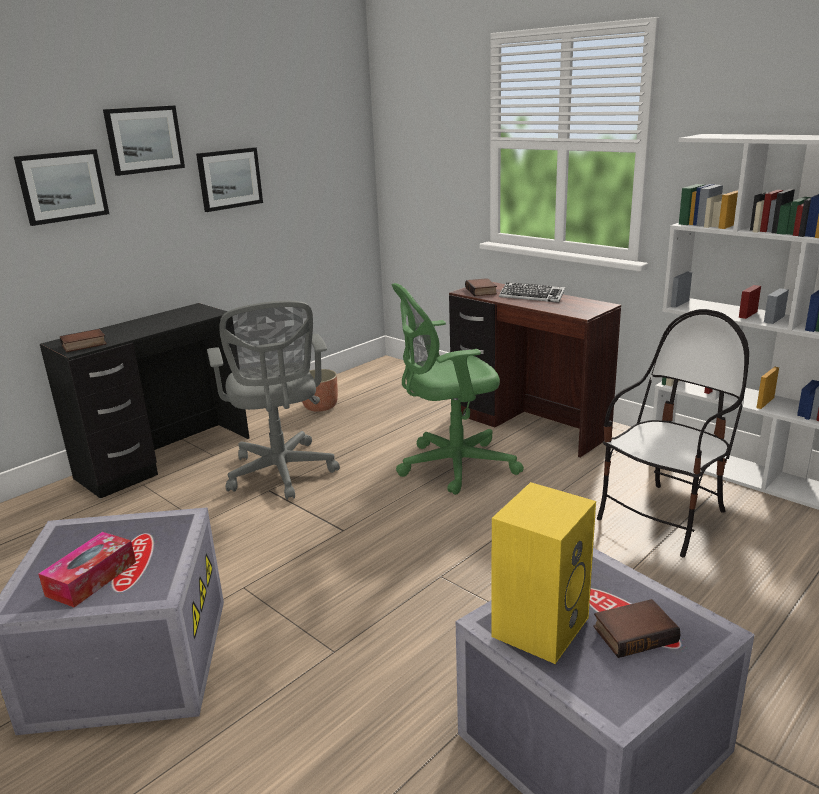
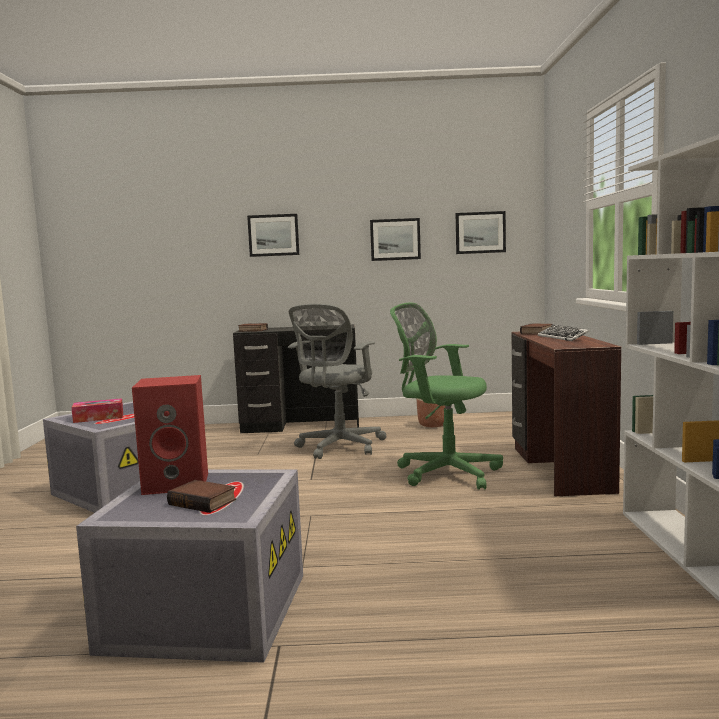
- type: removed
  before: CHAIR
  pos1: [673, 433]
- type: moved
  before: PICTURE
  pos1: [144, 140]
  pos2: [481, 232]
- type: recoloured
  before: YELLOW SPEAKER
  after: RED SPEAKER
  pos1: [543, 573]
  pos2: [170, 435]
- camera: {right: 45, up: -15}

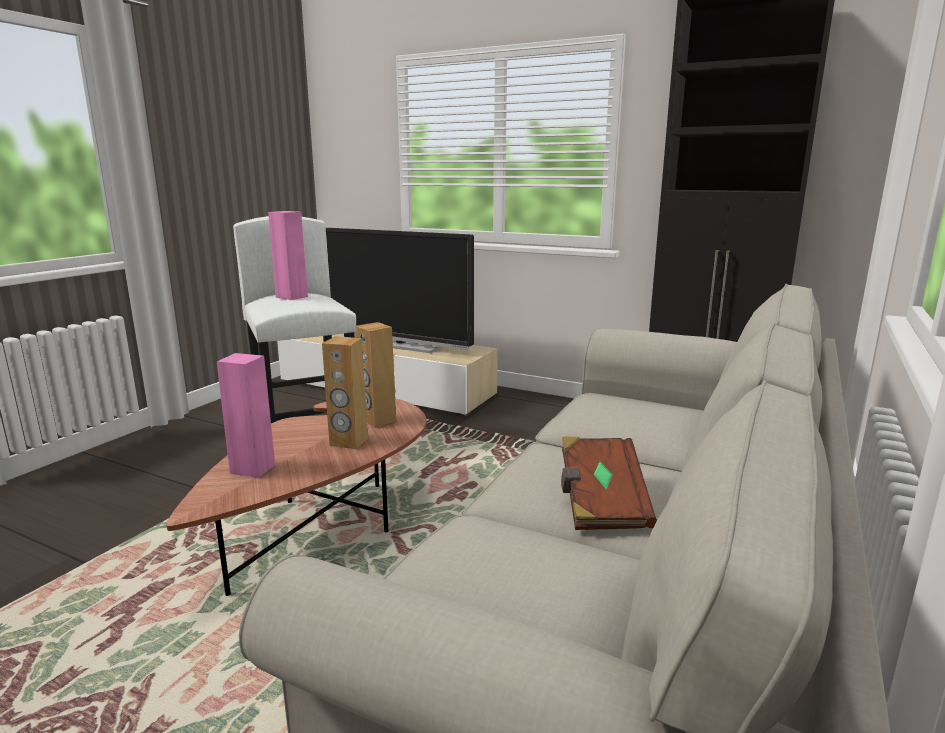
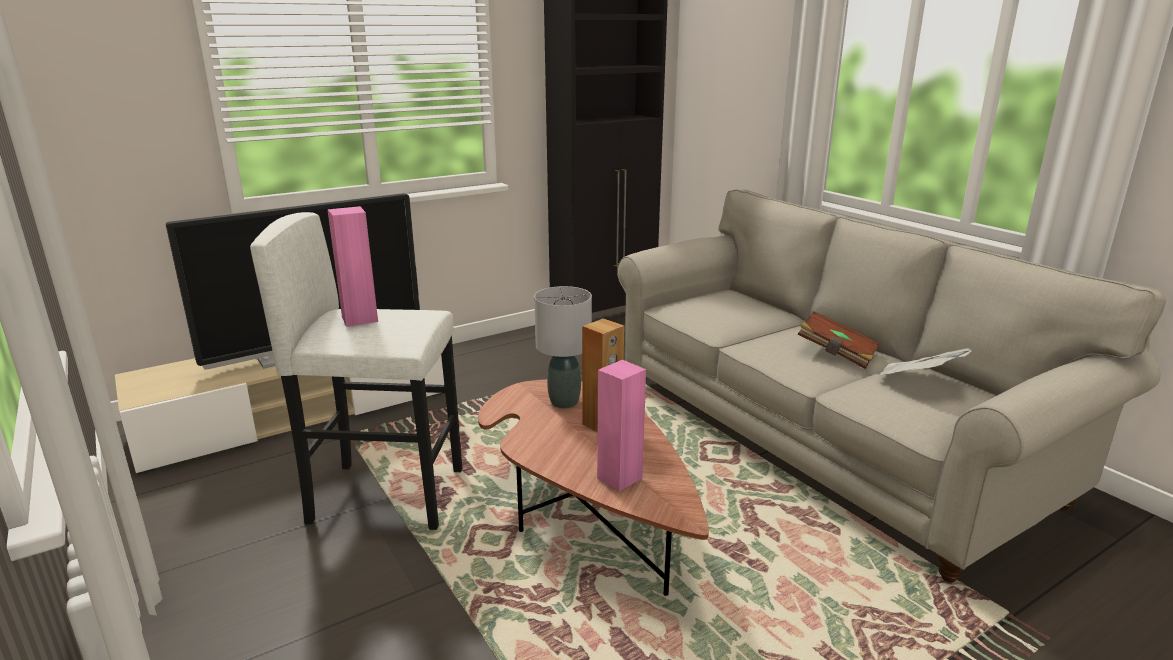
- type: added
  after: NEWSPAPER
  pos2: [924, 362]
- type: replaced
  before: BROWN SPEAKER
  after: GREY TABLE LAMP
  pos1: [376, 375]
  pos2: [563, 347]
- camera: {right: -60, up: 5}

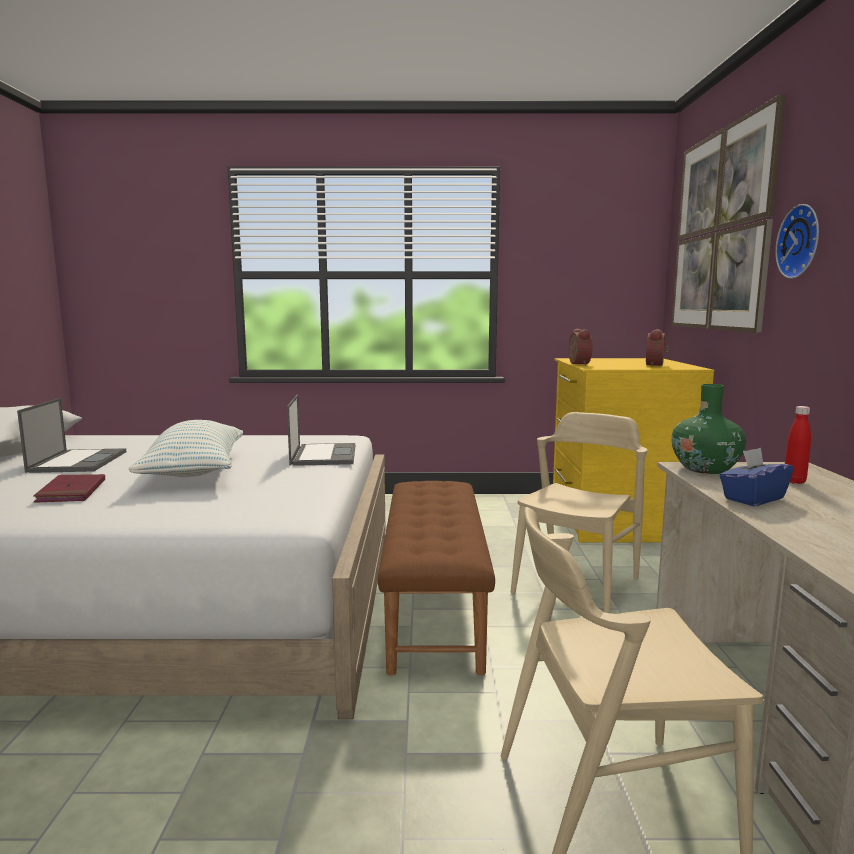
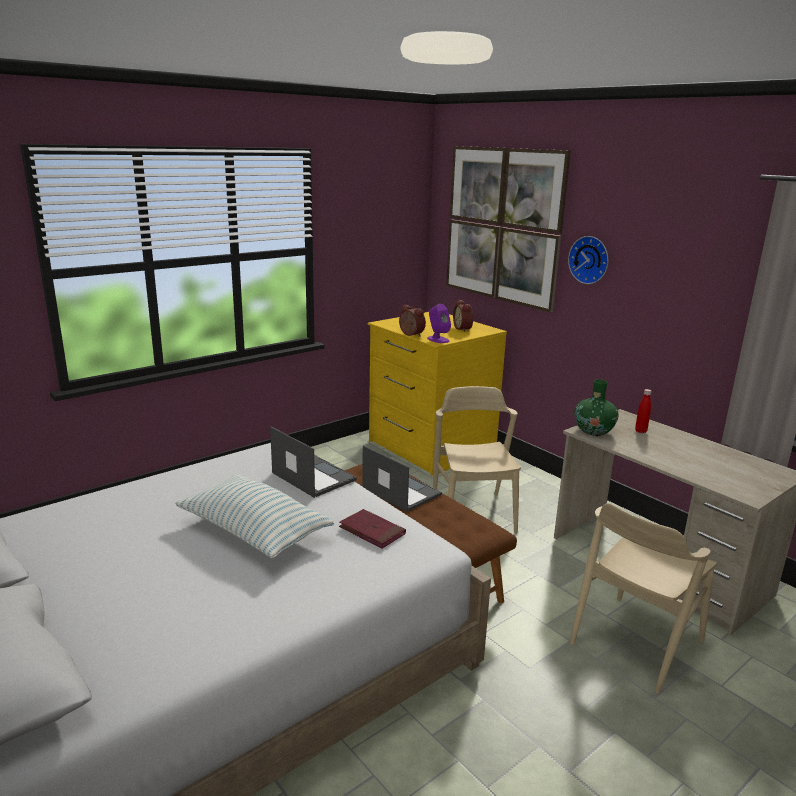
- type: removed
  before: BLUE TISSUE BOX
  pos1: [756, 477]
- type: added
  after: PURPLE SPEAKER
  pos2: [439, 323]
- type: moved
  before: LAPTOP
  pos1: [71, 435]
  pos2: [402, 478]
- type: moved
  before: RED BOOK
  pos1: [69, 488]
  pos2: [372, 529]
- camera: {right: -40, up: 10}

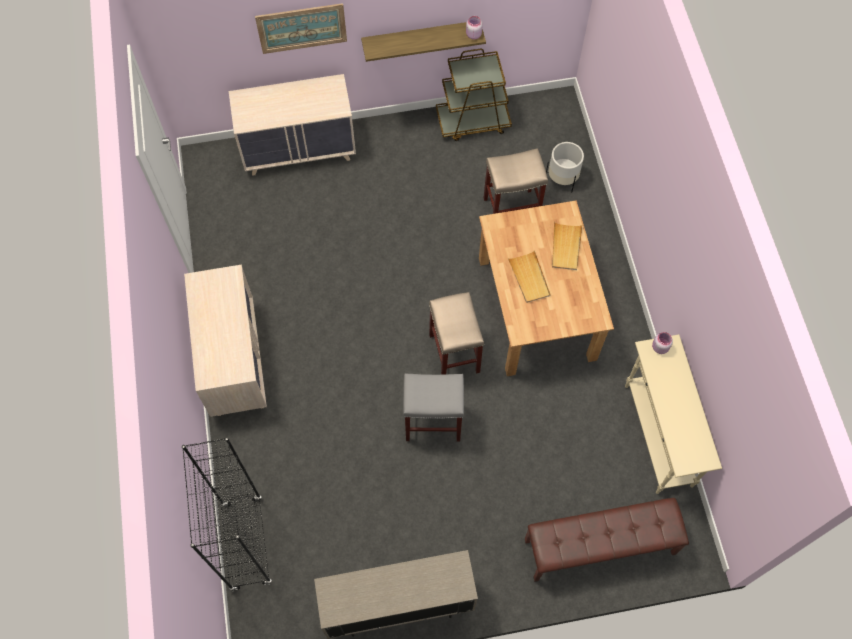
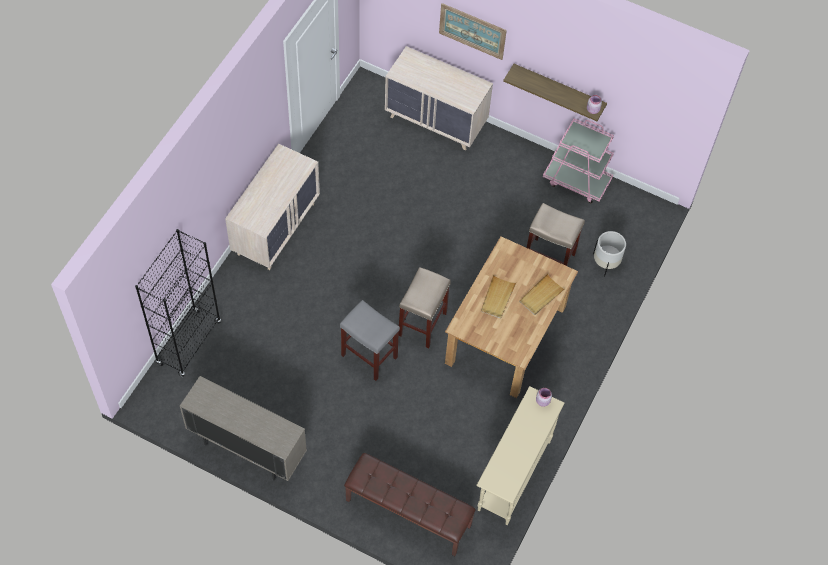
- type: recoloured
  before: BROWN CART
  after: PINK CART
  pos1: [474, 95]
  pos2: [578, 160]
- camera: {right: 35, up: -5}

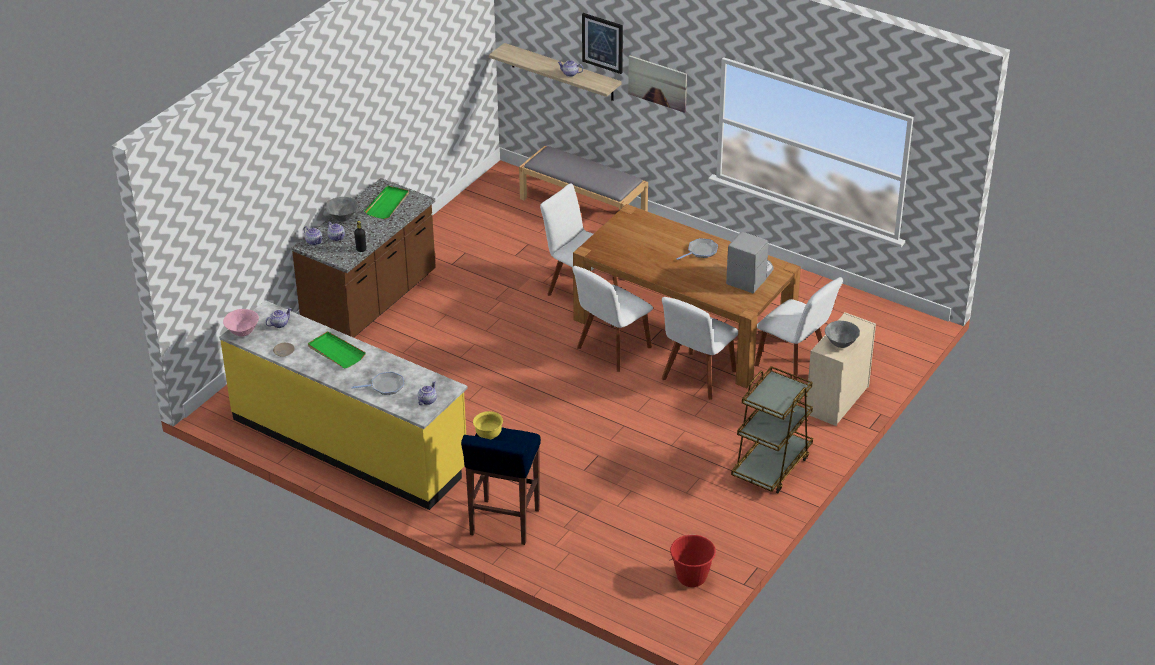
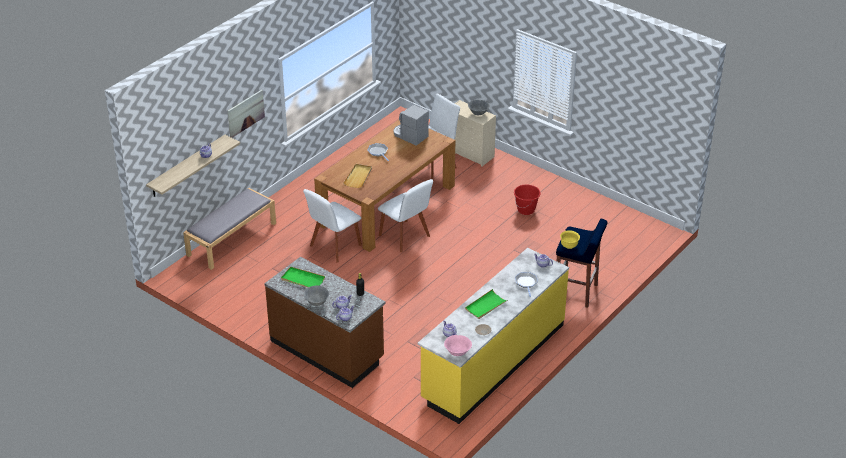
- type: removed
  before: PICTURE
  pos1: [602, 43]
- type: removed
  before: WHITE CHAIR
  pos1: [700, 348]
- type: removed
  before: BROWN CART
  pos1: [772, 429]
- type: added
  after: BEIGE TRAY
  pos2: [357, 176]
- type: moved
  before: RED BUCKET
  pos1: [692, 561]
  pos2: [527, 200]
- camera: {right: -85, up: 0}

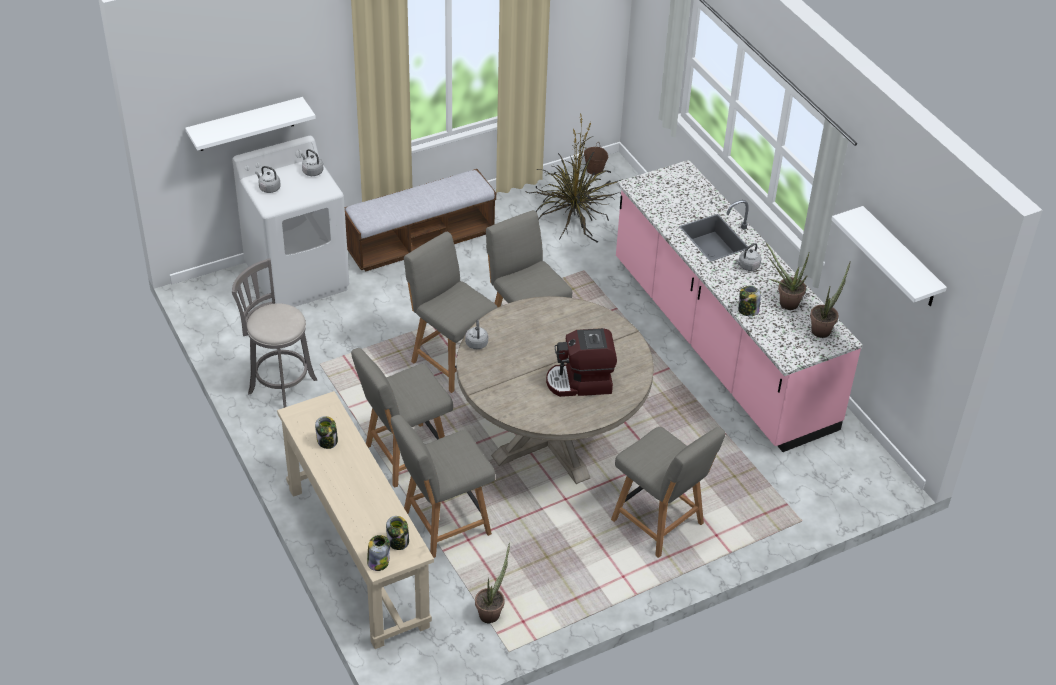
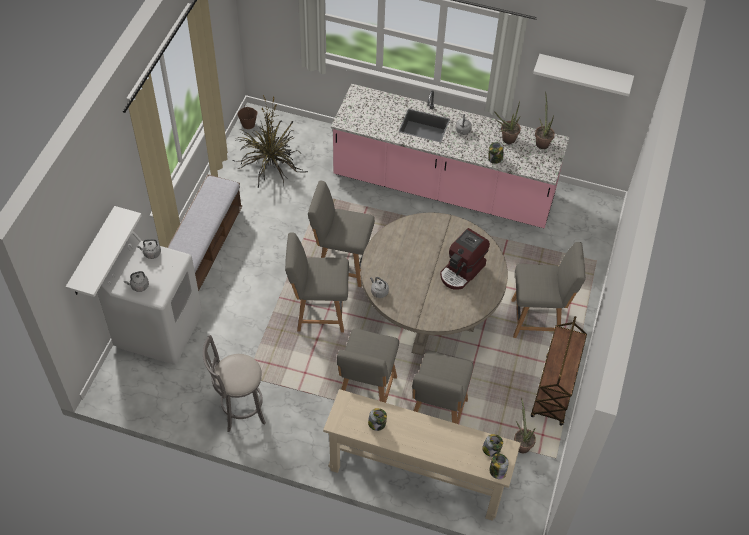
- type: added
  after: BROWN CART
  pos2: [559, 371]
- camera: {right: -45, up: 10}

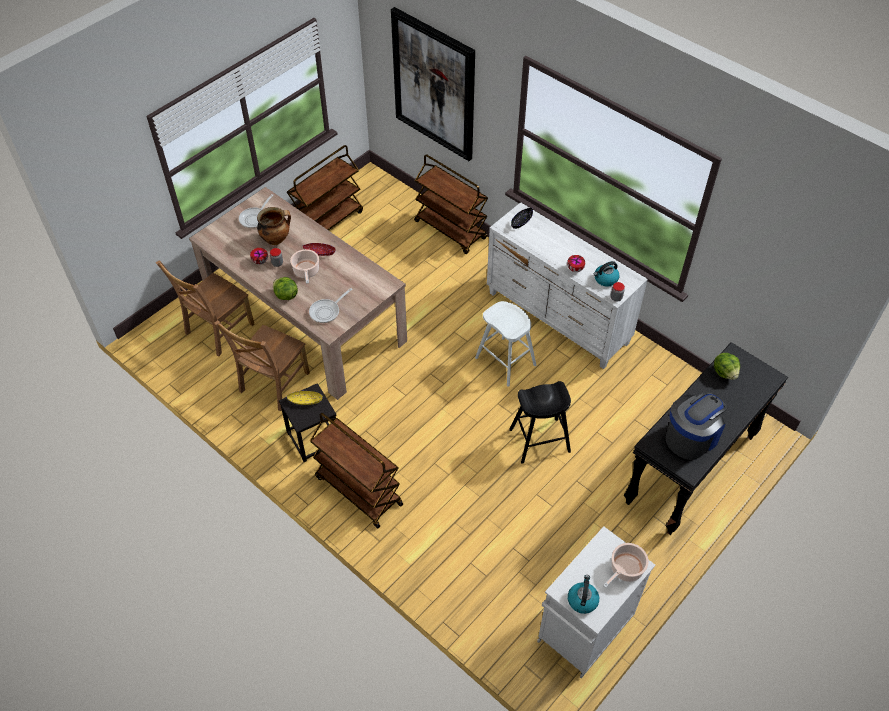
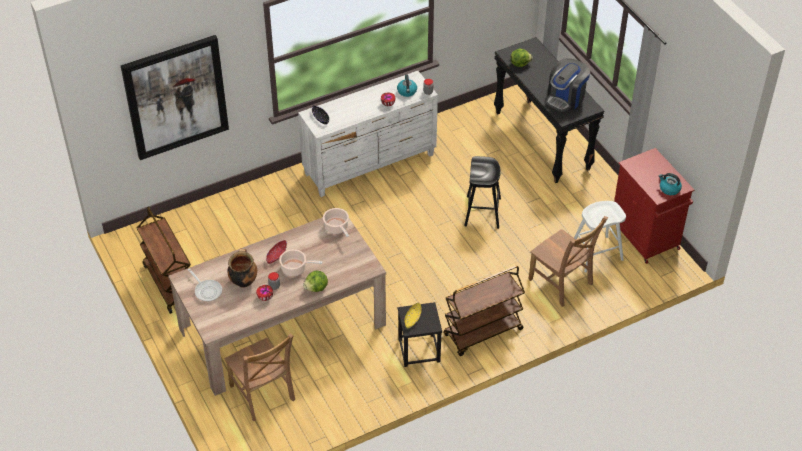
- type: removed
  before: FRYING PAN
  pos1: [330, 305]
- type: removed
  before: BROWN CART
  pos1: [451, 204]
- type: moved
  before: BROWN CHAIR
  pos1: [262, 365]
  pos2: [568, 261]
- type: moved
  before: WHITE STOOL
  pos1: [505, 344]
  pos2: [600, 236]
- type: moved
  before: COOKING POT
  pos1: [626, 565]
  pos2: [336, 222]
- type: recoloured
  before: WHITE CABINET
  after: RED CABINET
  pos1: [596, 602]
  pos2: [654, 206]
- type: turned
  before: COFFEE MACHINE
  pos1: [696, 426]
  pos2: [568, 85]
  turn: -120
- camera: {right: -70, up: -5}

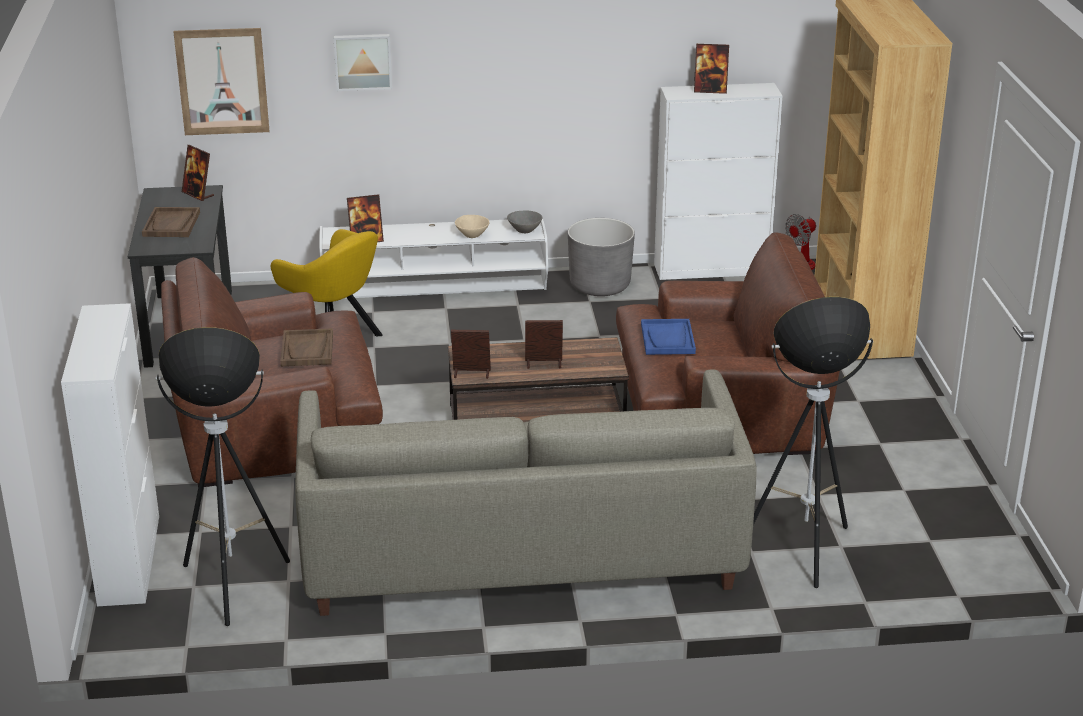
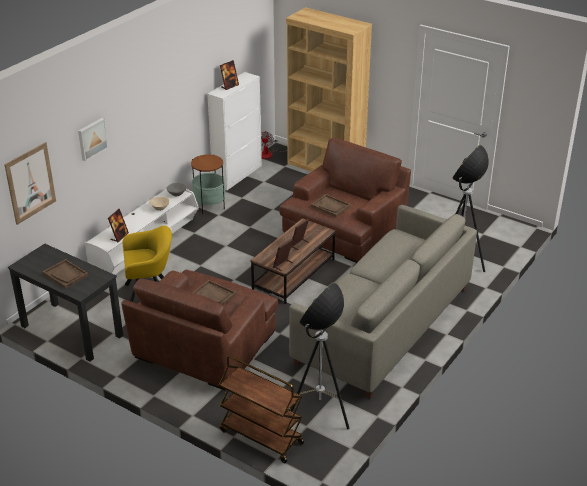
- type: removed
  before: PICTURE FRAME
  pos1: [198, 173]
- type: replaced
  before: WHITE CABINET
  after: BROWN CART
  pos1: [110, 454]
  pos2: [261, 409]
- type: replaced
  before: GREY PLANTER
  after: SIDE TABLE
  pos1: [601, 257]
  pos2: [208, 184]
- type: recoloured
  before: BLUE TRAY
  after: BROWN TRAY
  pos1: [668, 337]
  pos2: [331, 205]
- camera: {right: -50, up: 5}

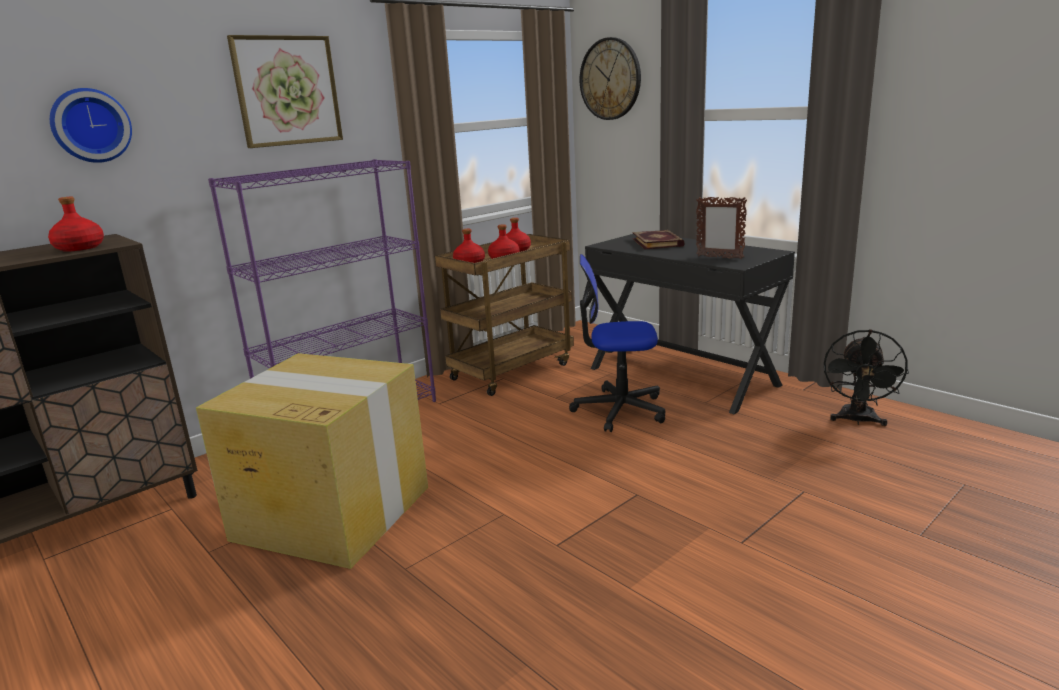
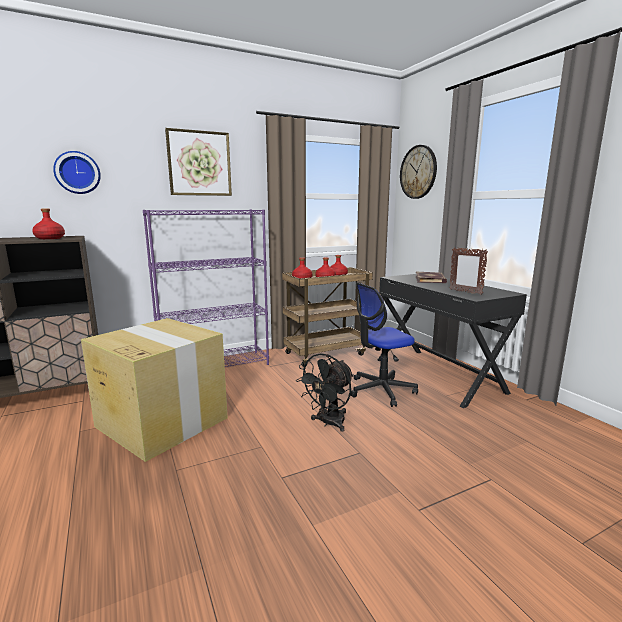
- type: moved
  before: BLACK FAN
  pos1: [866, 377]
  pos2: [325, 392]
- type: turned
  before: OFFICE CHAIR
  pos1: [617, 343]
  pos2: [384, 344]
  turn: -45
- camera: {right: 15, up: -5}

